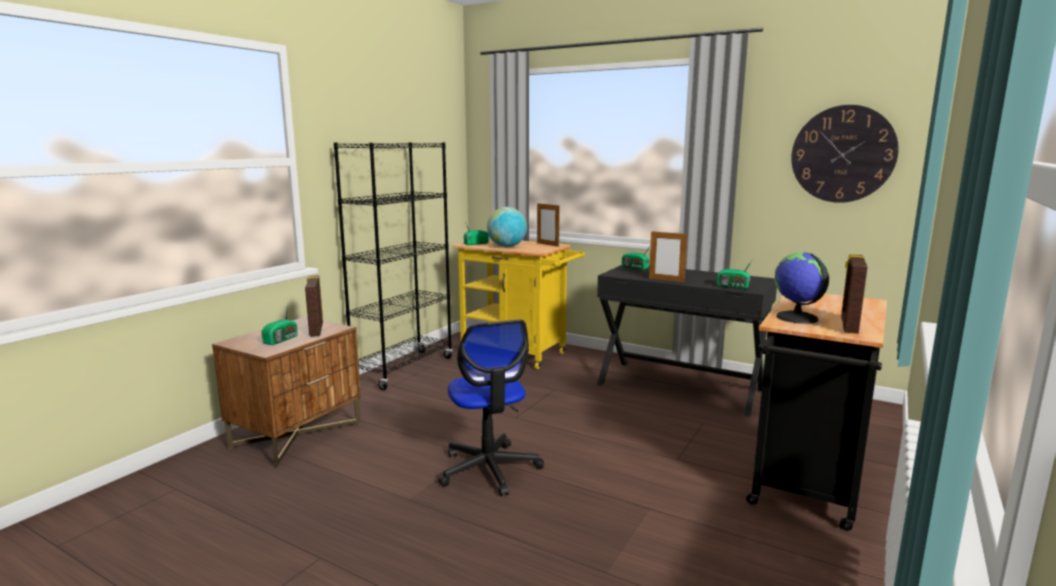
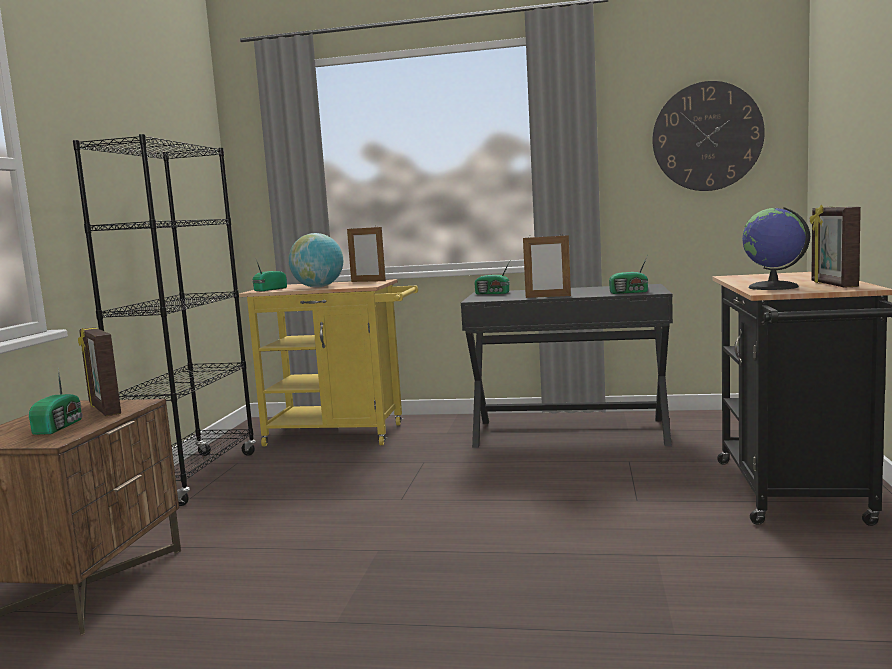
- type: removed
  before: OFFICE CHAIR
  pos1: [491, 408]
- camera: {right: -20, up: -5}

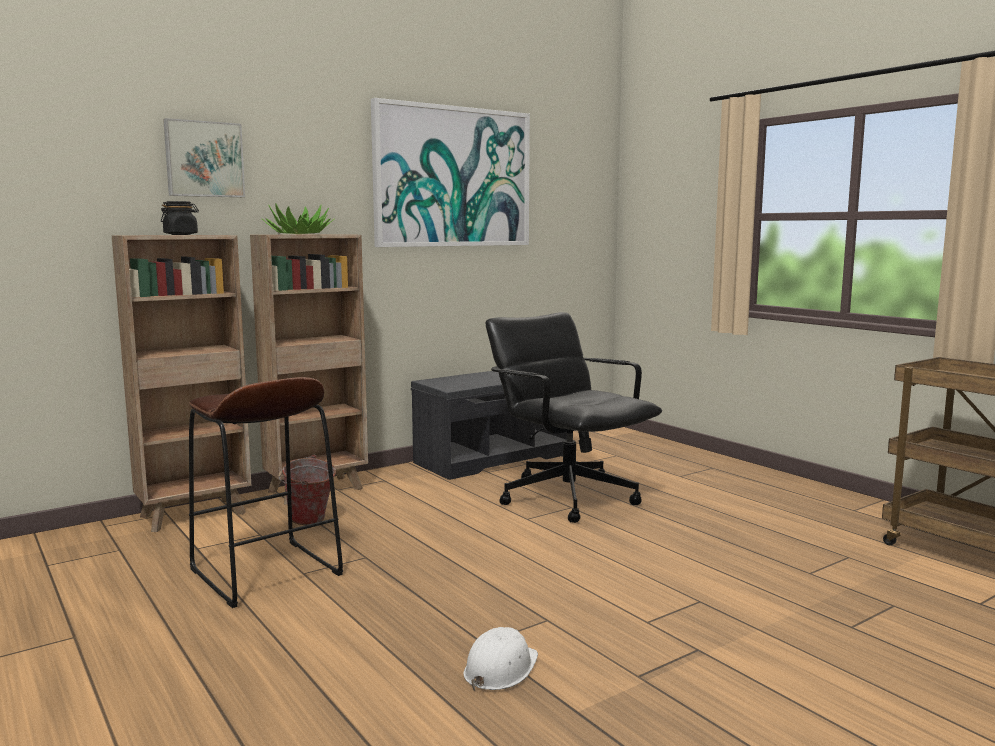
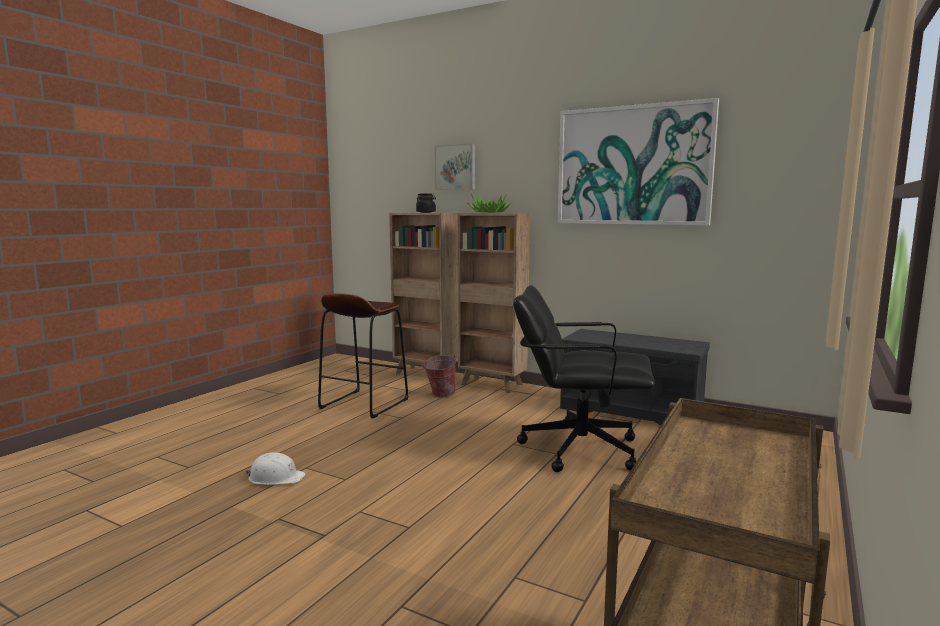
- type: turned
  before: BLACK OFFICE CHAIR
  pos1: [574, 417]
  pos2: [584, 378]
  turn: -105
- camera: {right: 65, up: 0}

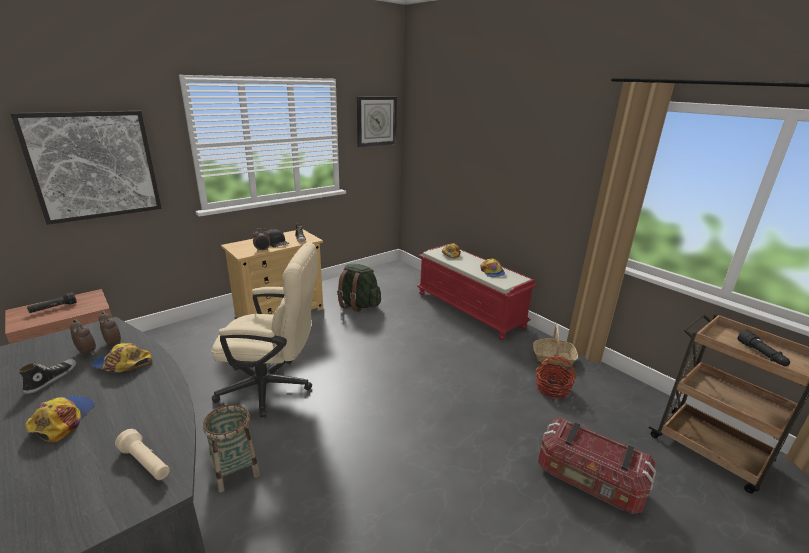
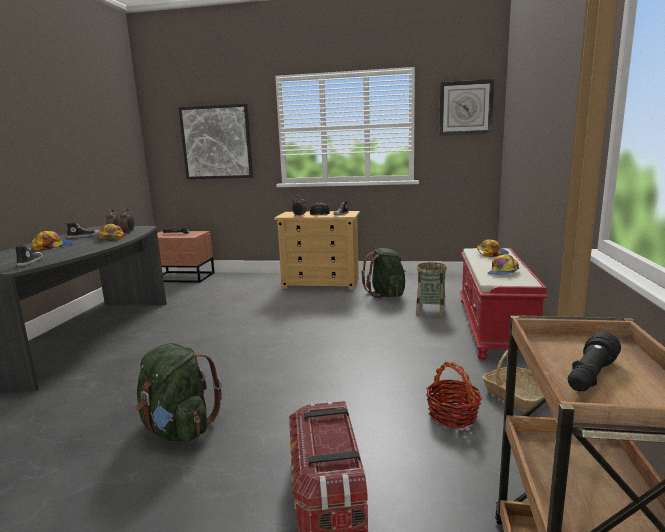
- type: removed
  before: BEIGE OFFICE CHAIR
  pos1: [264, 330]
- type: added
  after: GREEN BACKPACK
  pos2: [179, 392]
- type: moved
  before: BASKET
  pos1: [231, 448]
  pos2: [431, 289]
- type: replaced
  before: BEIGE FLASHLIGHT
  after: SHOE
  pos1: [142, 454]
  pos2: [29, 255]
- camera: {right: 50, up: -10}

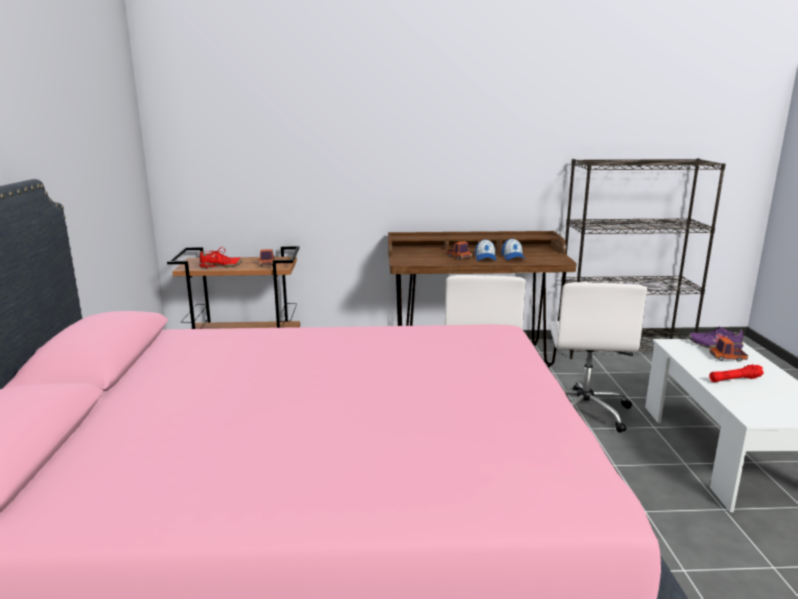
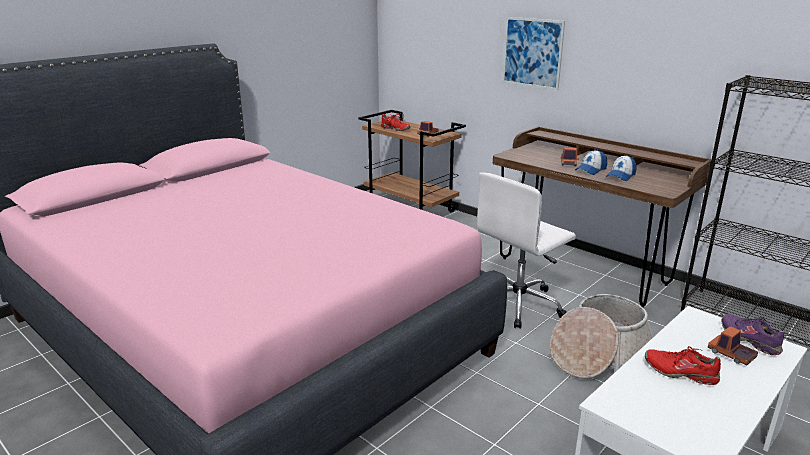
- type: added
  after: PICTURE
  pos2: [533, 53]
- type: replaced
  before: WHITE OFFICE CHAIR
  after: BASKET
  pos1: [598, 357]
  pos2: [601, 336]
- type: replaced
  before: RED FLASHLIGHT
  after: RED SHOE
  pos1: [736, 373]
  pos2: [683, 365]
- camera: {right: 45, up: 5}

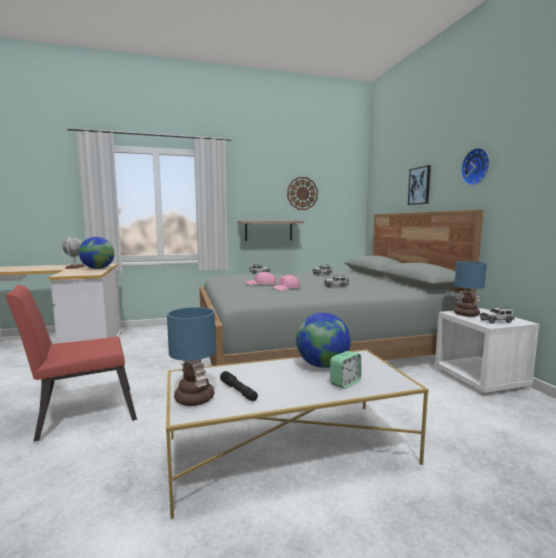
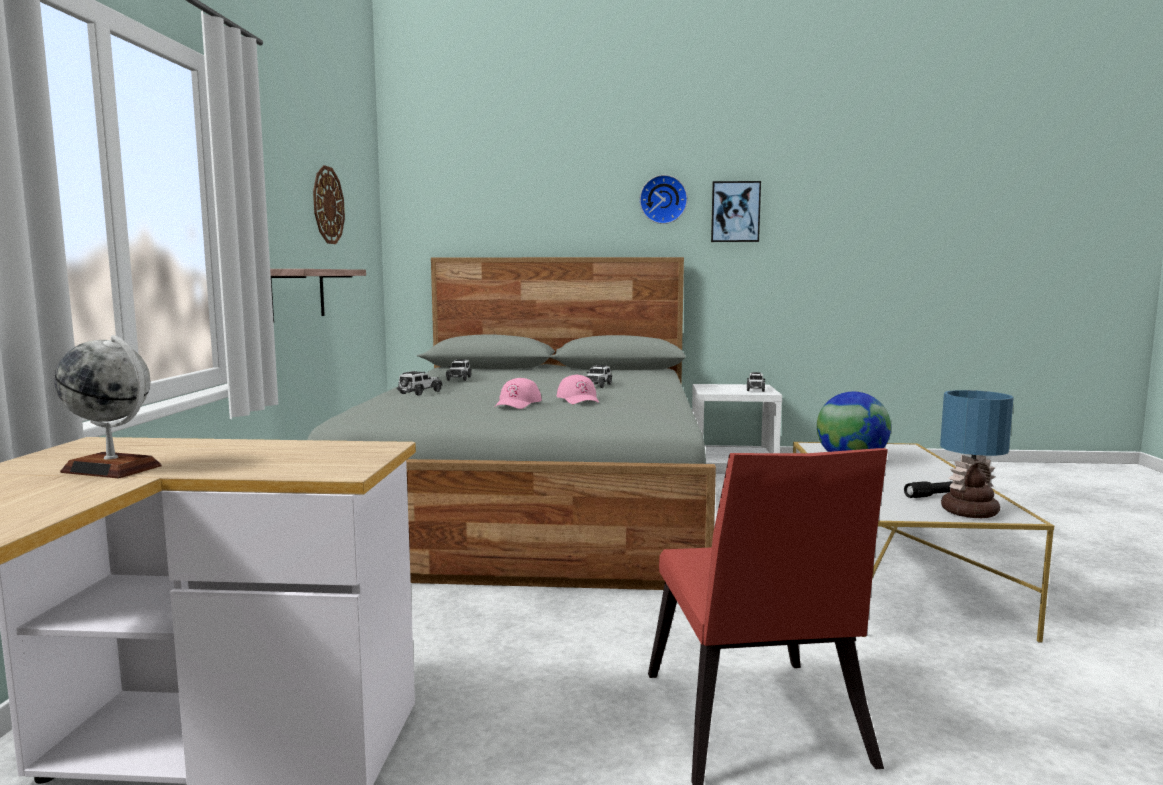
- type: removed
  before: GLOBE
  pos1: [97, 253]
- type: removed
  before: ALARM CLOCK
  pos1: [345, 370]
- type: removed
  before: TABLE LAMP
  pos1: [470, 289]
- type: moved
  before: PICTURE
  pos1: [419, 185]
  pos2: [736, 211]
- camera: {right: -70, up: 0}

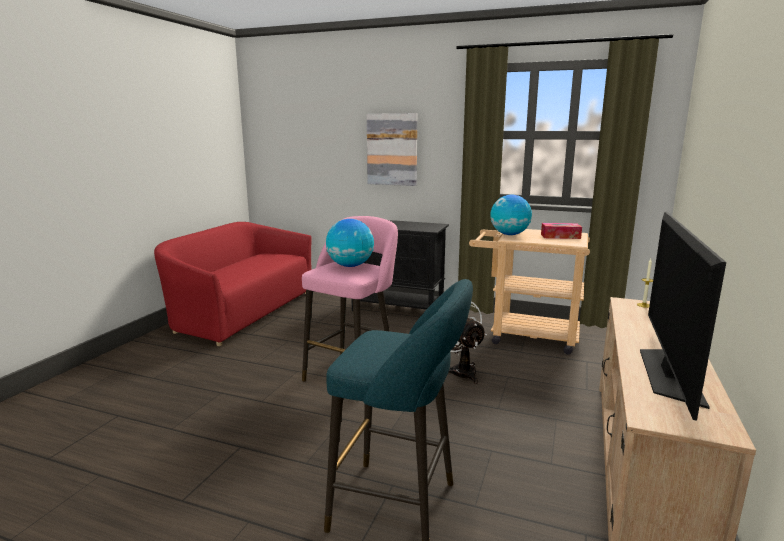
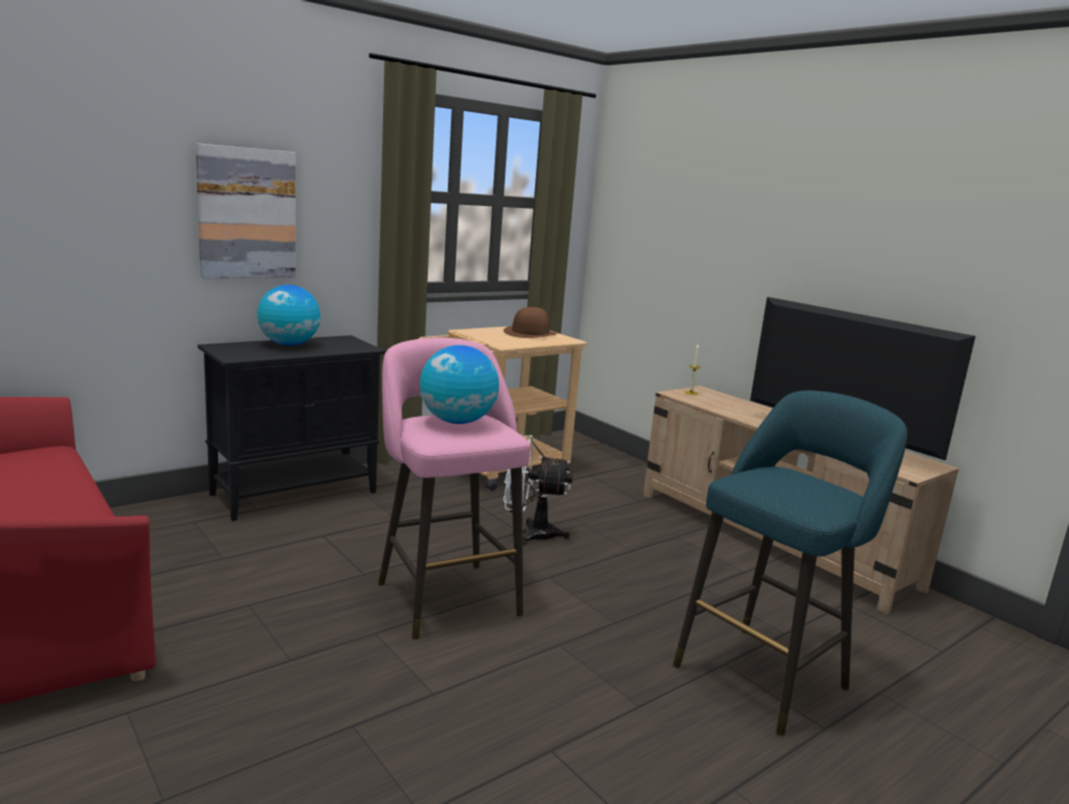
- type: moved
  before: GLOBE
  pos1: [511, 215]
  pos2: [289, 315]
- type: replaced
  before: TISSUE BOX
  after: BROWN HAT
  pos1: [561, 231]
  pos2: [530, 322]
- camera: {right: -60, up: 0}

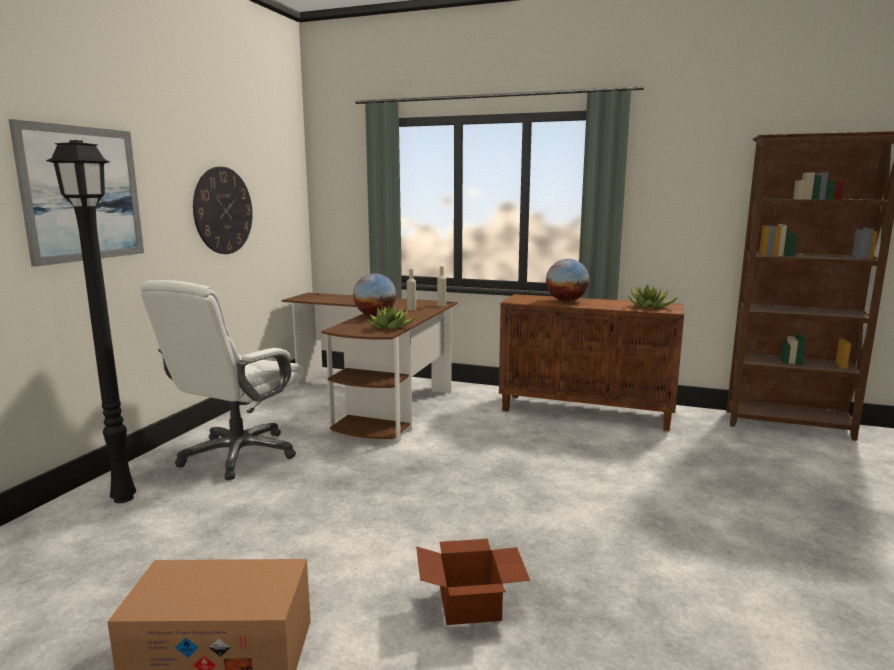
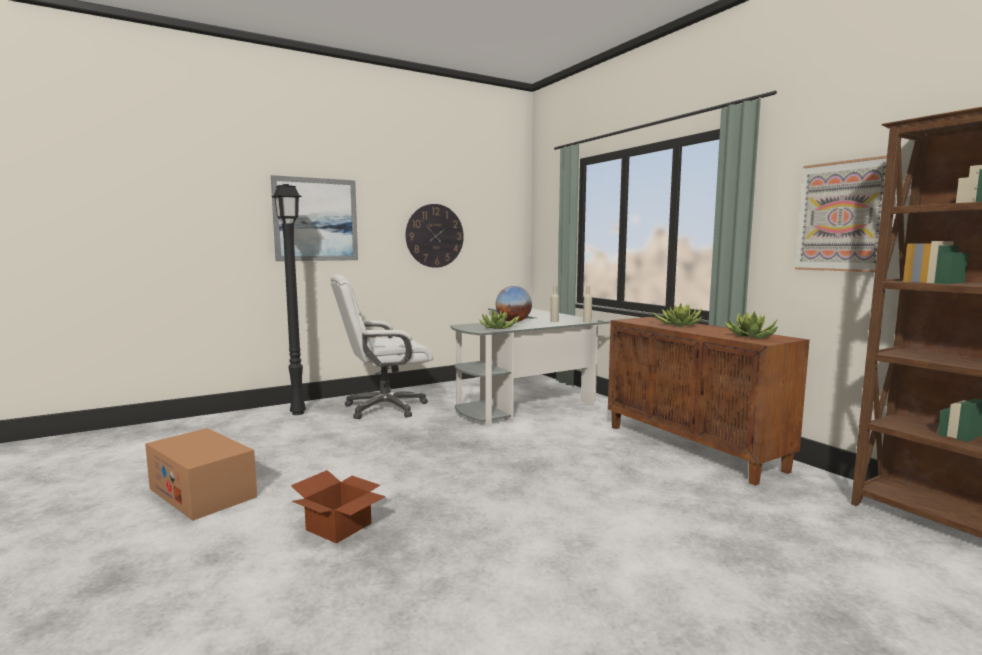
- type: added
  after: PICTURE
  pos2: [841, 213]
- type: replaced
  before: GLOBE
  after: POTTED PLANT
  pos1: [567, 280]
  pos2: [677, 315]
- type: recoloured
  before: BROWN DESK
  after: GREY DESK
  pos1: [370, 368]
  pos2: [530, 367]
- camera: {right: 40, up: -5}

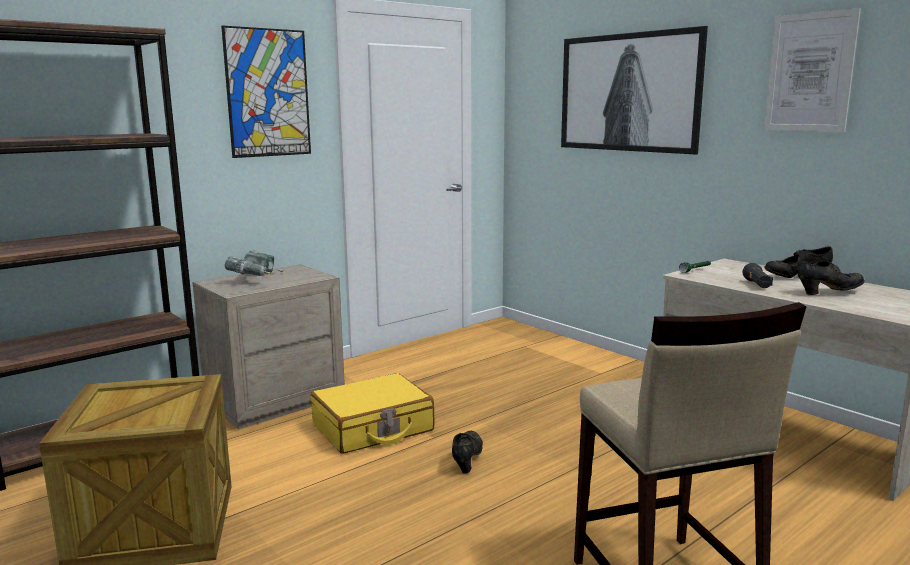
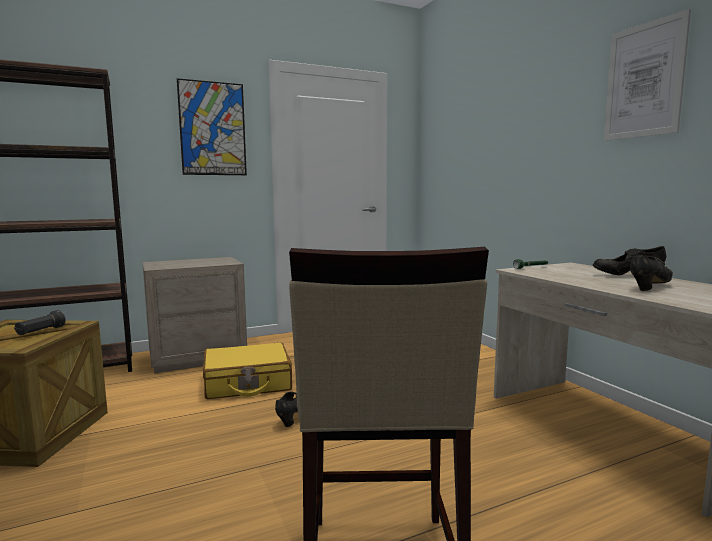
- type: removed
  before: POWER DRILL
  pos1: [254, 263]
- type: removed
  before: PICTURE
  pos1: [634, 90]
- type: moved
  before: BLACK FLASHLIGHT
  pos1: [757, 275]
  pos2: [40, 322]
- type: turned
  before: BLACK SHOE
  pos1: [831, 278]
  pos2: [651, 273]
  turn: -45
- camera: {right: 15, up: -5}

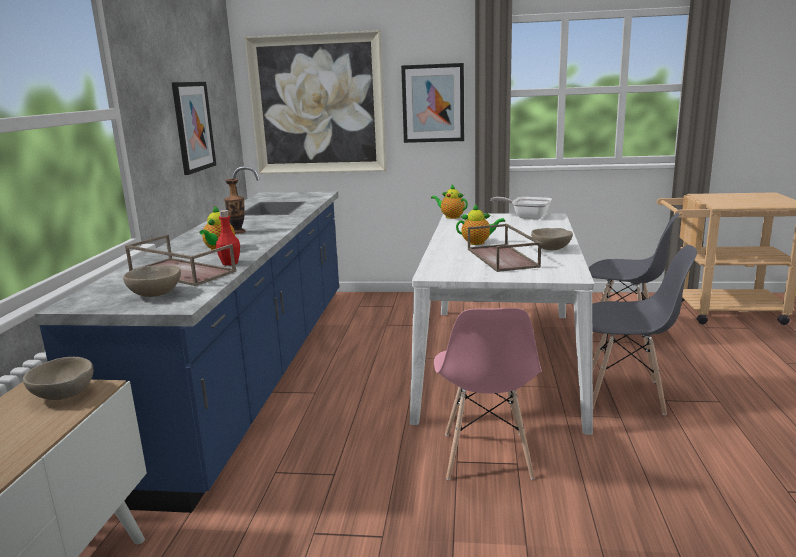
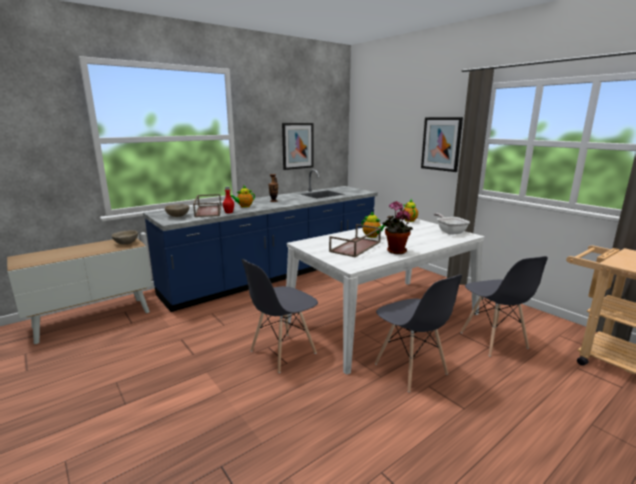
- type: removed
  before: PICTURE
  pos1: [315, 102]
- type: replaced
  before: BEIGE BOWL
  after: POTTED PLANT
  pos1: [552, 239]
  pos2: [397, 227]
- type: recoloured
  before: PINK CHAIR
  after: GREY CHAIR
  pos1: [488, 394]
  pos2: [279, 316]
- camera: {right: 45, up: 0}

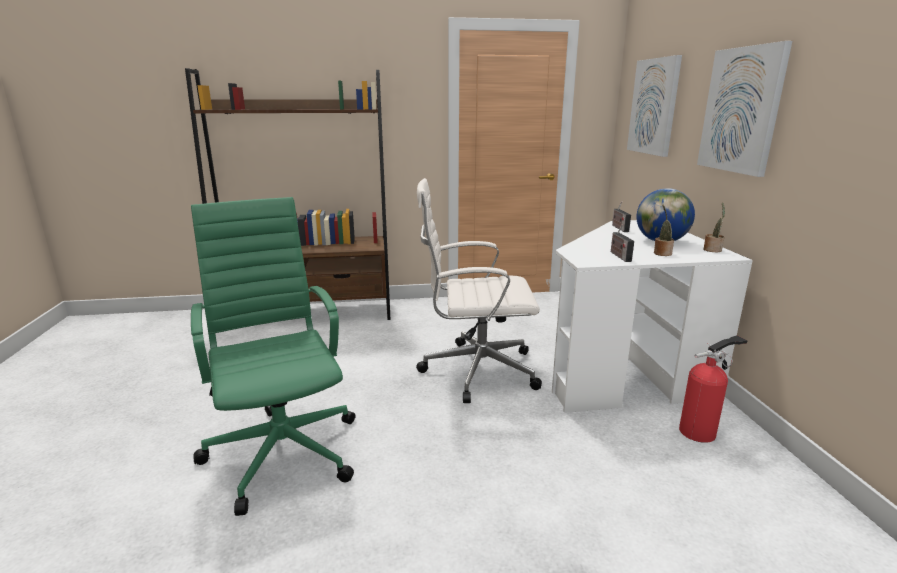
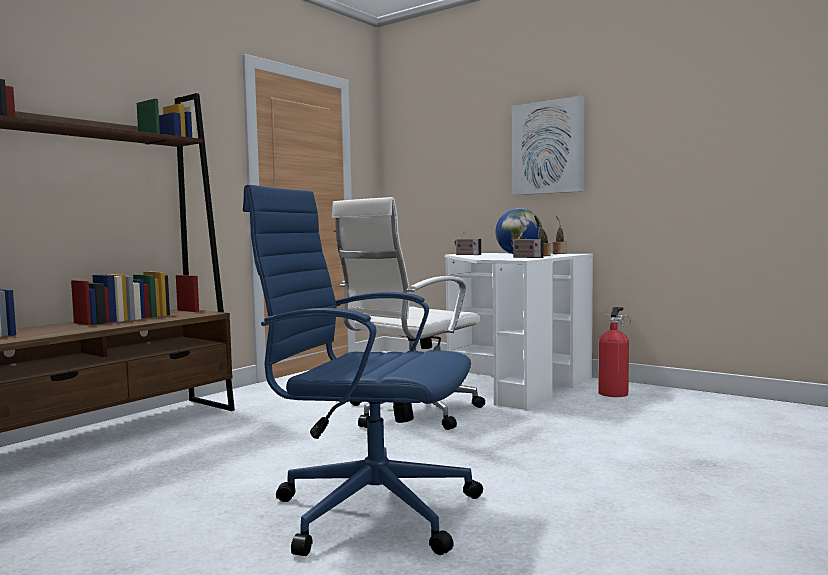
- type: removed
  before: PICTURE
  pos1: [654, 106]
- type: recoloured
  before: GREEN OFFICE CHAIR
  after: BLUE OFFICE CHAIR
  pos1: [273, 356]
  pos2: [363, 370]
- camera: {right: -45, up: -15}

